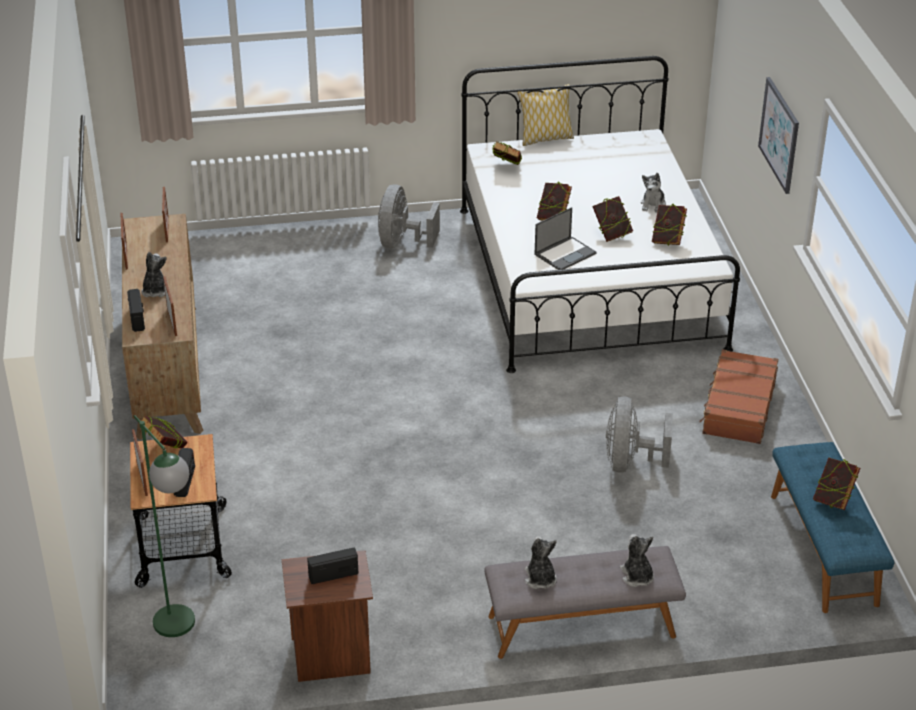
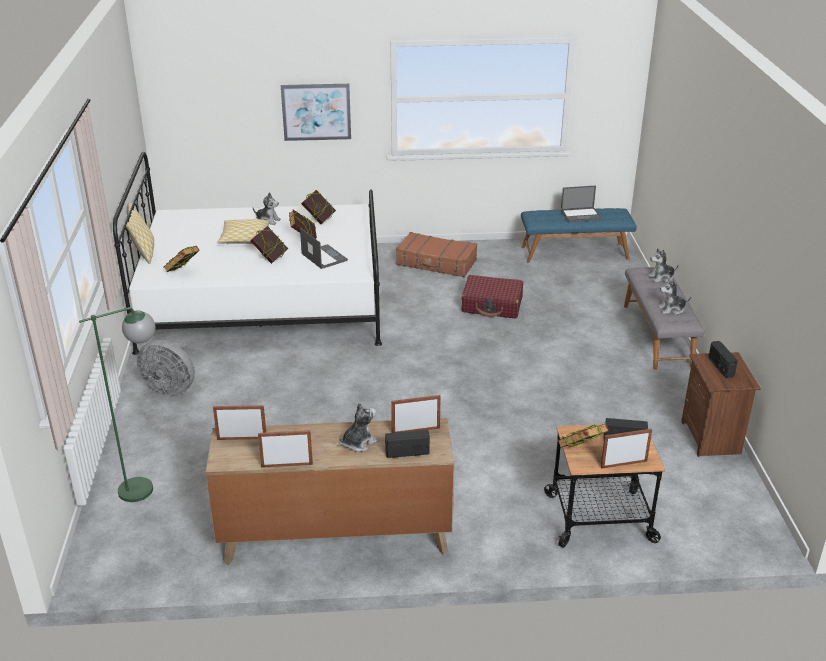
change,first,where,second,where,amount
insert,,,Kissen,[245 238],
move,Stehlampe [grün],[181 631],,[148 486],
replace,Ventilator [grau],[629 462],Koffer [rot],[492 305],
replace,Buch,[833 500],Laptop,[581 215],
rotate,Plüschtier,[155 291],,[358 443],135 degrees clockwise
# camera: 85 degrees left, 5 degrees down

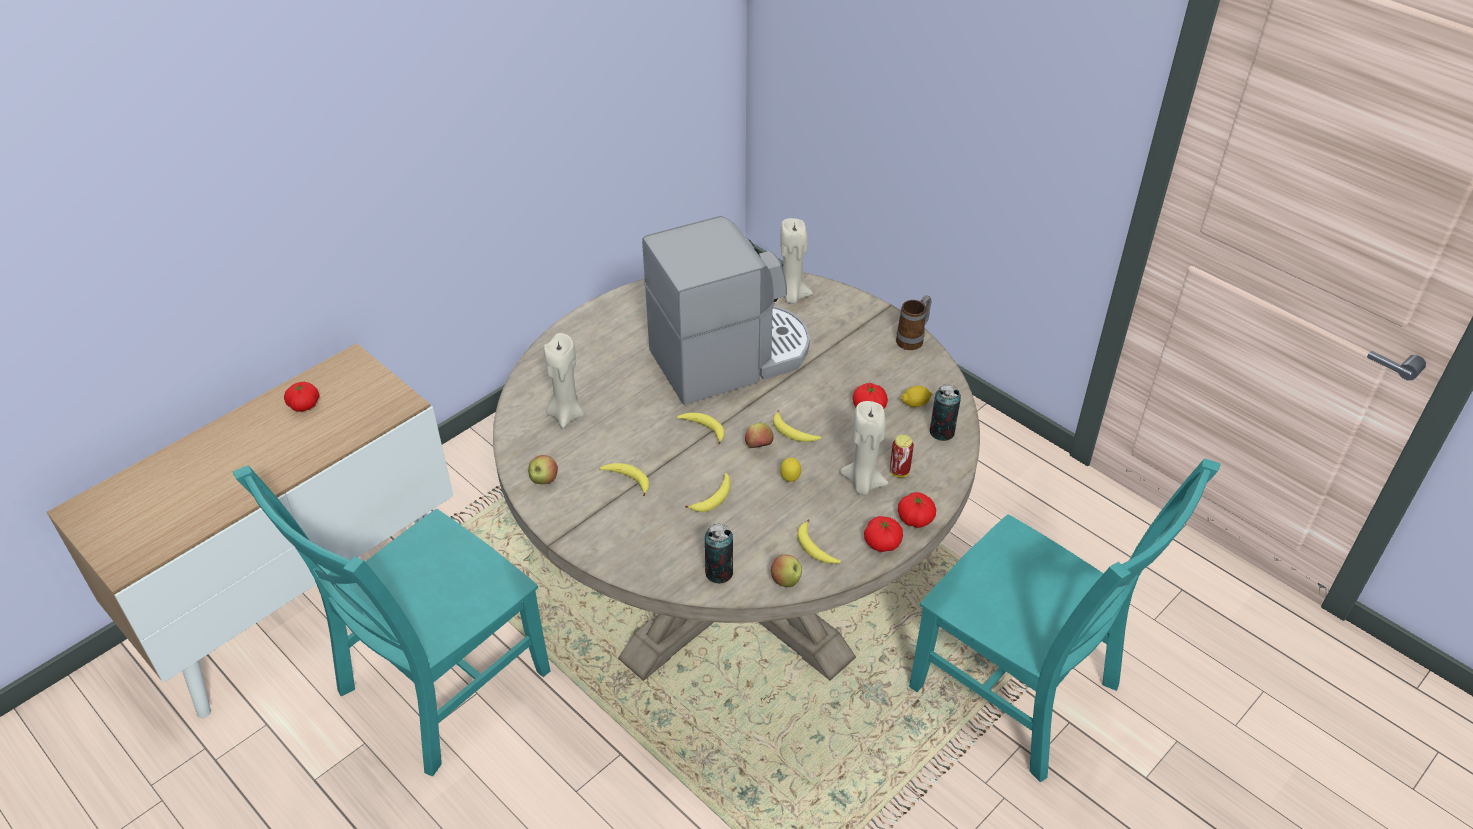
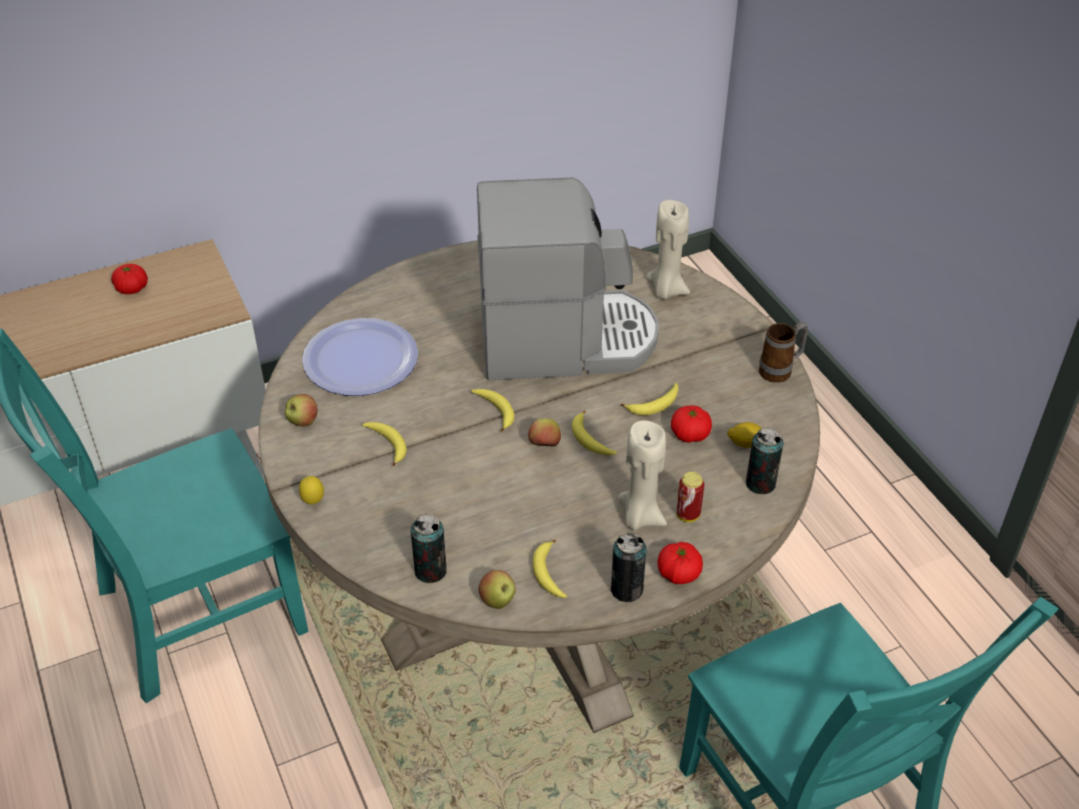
change,first,where,second,where,amount
move,Banane,[713 498],,[654 405],
move,Zitrone,[790 480],,[313 502],
replace,Kerze [beige],[566 414],Teller,[361 359],
replace,Tomate,[882 543],Dose,[626 589],
# camera: 20 degrees right, 0 degrees up

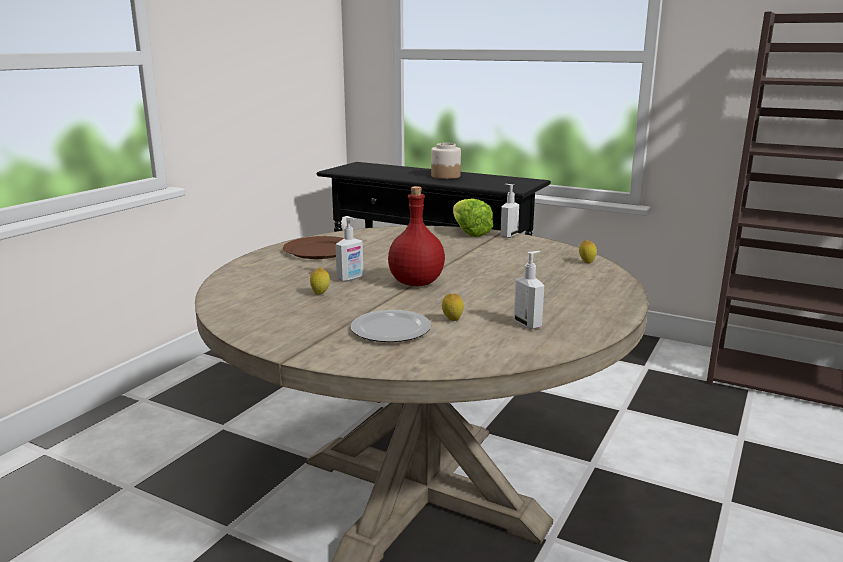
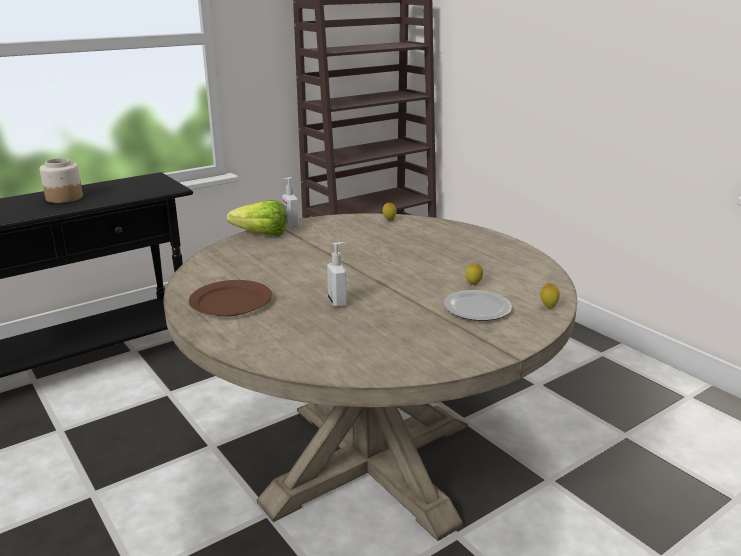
change,first,where,second,where,amount
delete,Flasche [rot],[415 283],,,
delete,Seifenspender,[528 324],,,
move,Zitrone,[320 294],,[548 306],
# camera: 65 degrees left, 5 degrees up

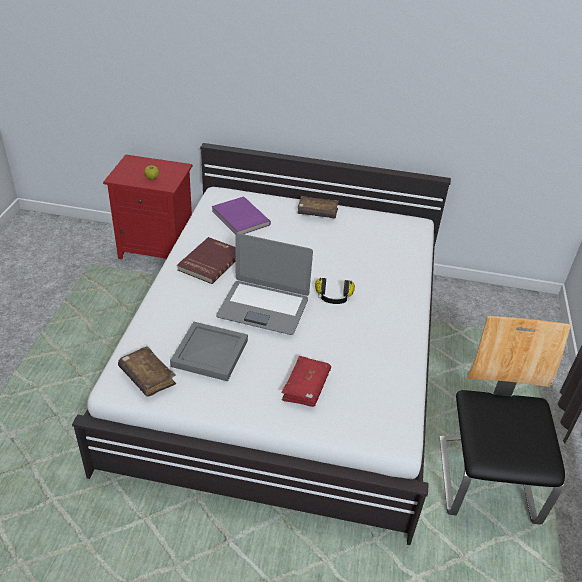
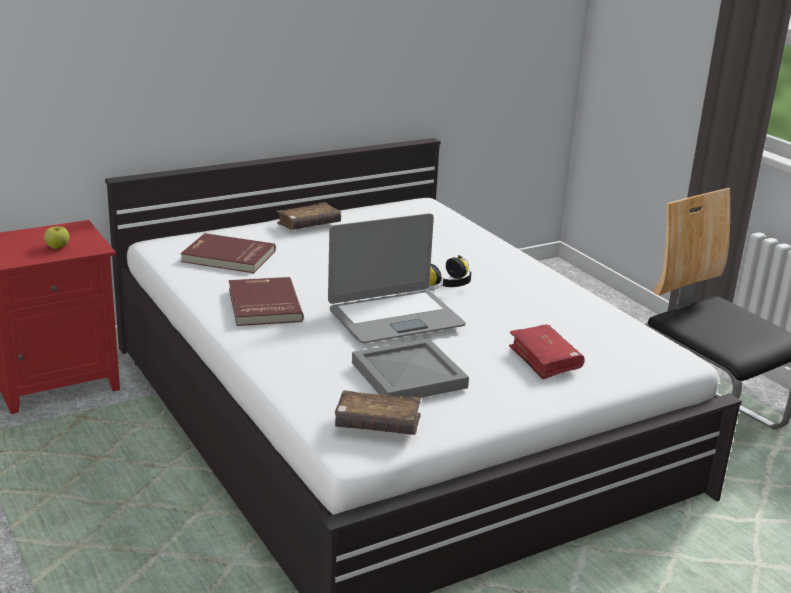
change,first,where,second,where,amount
recolor,Buch [lila],[239 218],Buch [rot],[228 257],
# camera: 40 degrees left, 15 degrees down

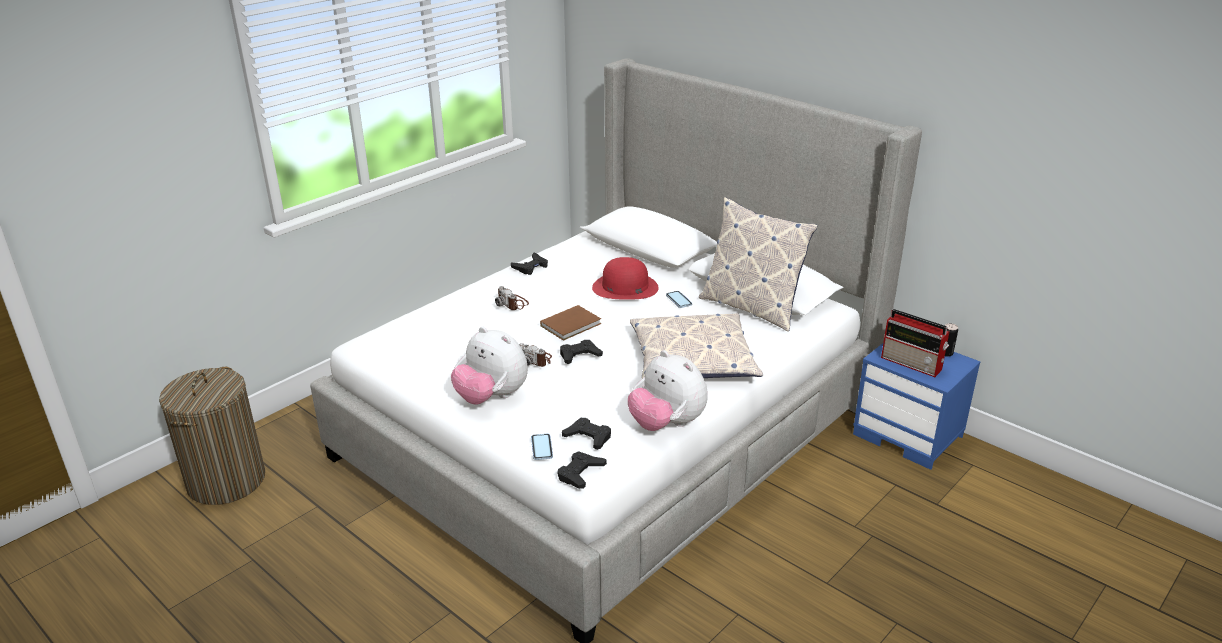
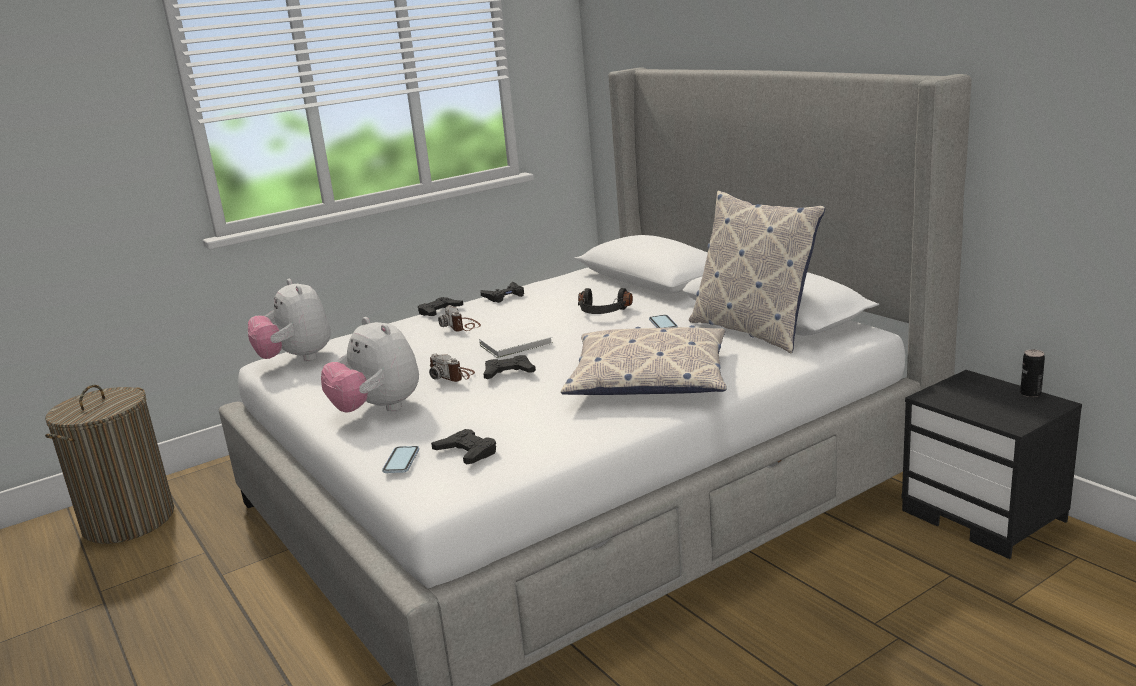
change,first,where,second,where,amount
delete,Radio,[913 364],,,
move,Gamepad [schwarz],[580 473],,[439 311],
move,Plüschtier,[666 424],,[297 359],
replace,Hut [rot],[625 287],Kopfhörer [schwarz],[602 312],
recolor,Buch [braun],[572 324],Buch [weiß],[518 344],
recolor,Nachttisch [blau],[909 435],Nachttisch [schwarz],[985 516],
# camera: 15 degrees right, 10 degrees down

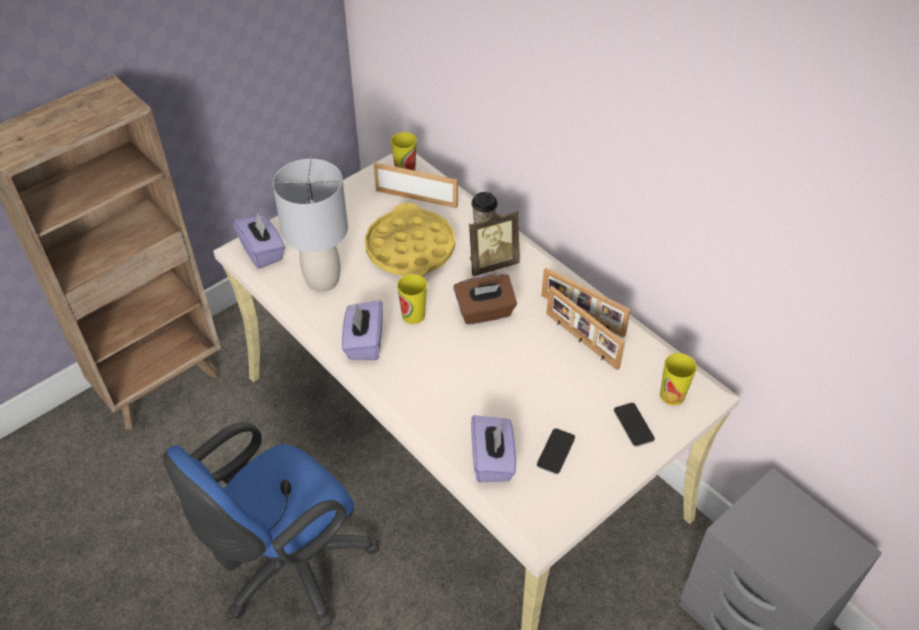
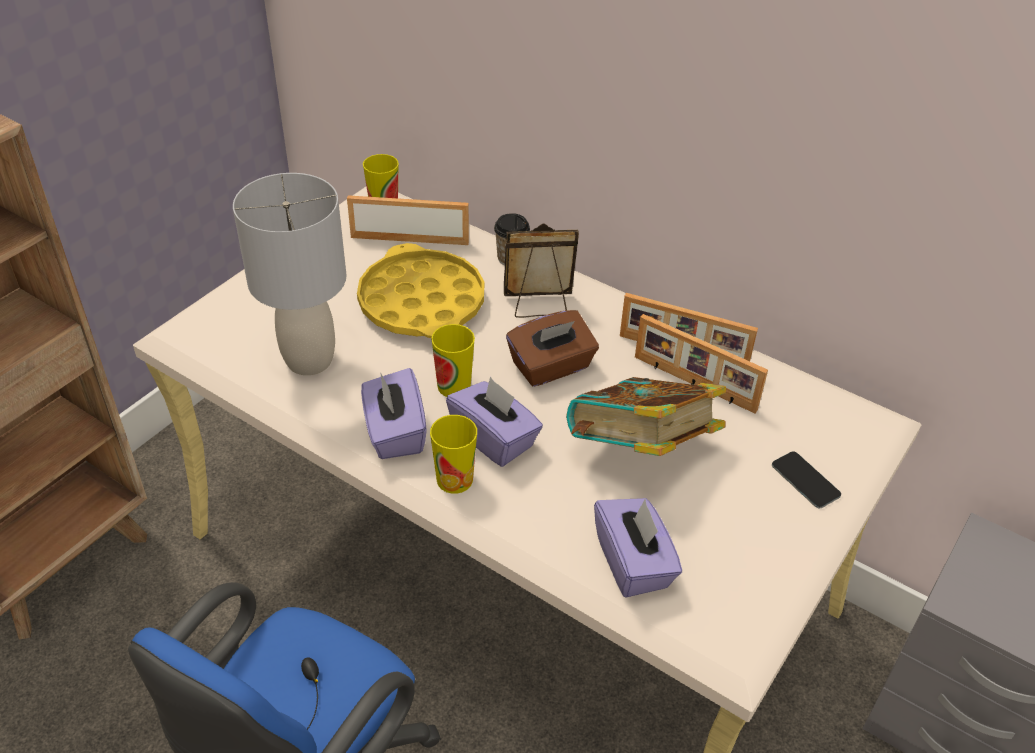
change,first,where,second,where,amount
delete,Handy,[556 451],,,
insert,,,Buch,[640 452],
move,Taschentuchbox [lila],[262 251],,[494 439],
move,Tasse,[672 395],,[454 479],
rotate,Bilderrahmen,[491 263],,[539 306],150 degrees counterclockwise
# camera: 15 degrees left, 5 degrees down

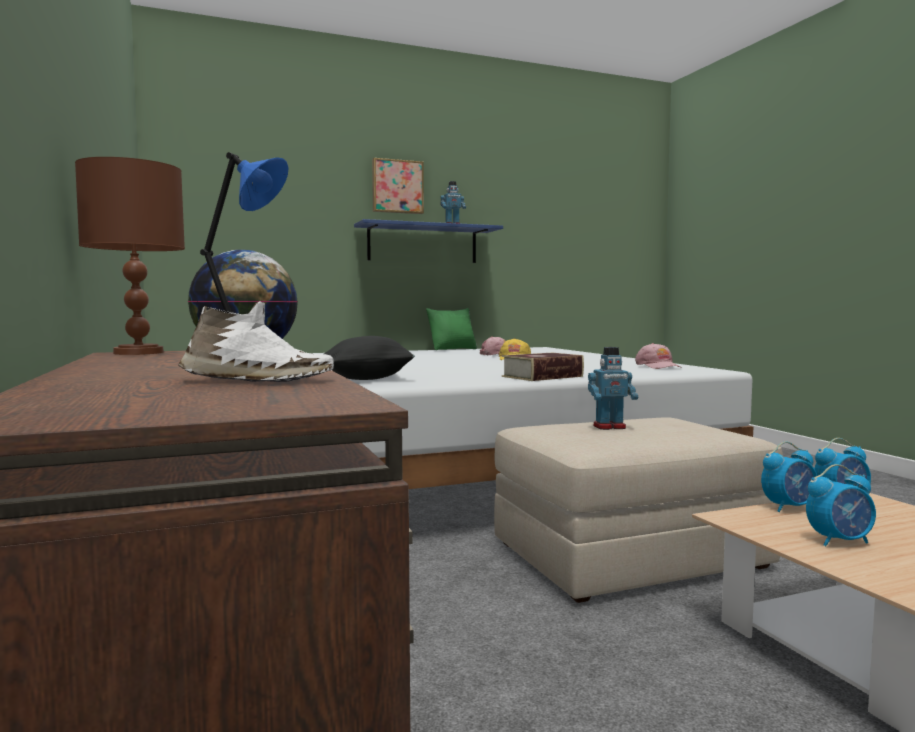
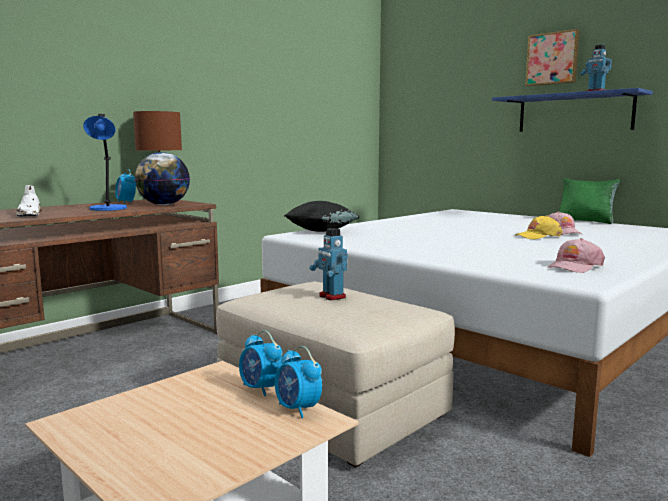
change,first,where,second,where,amount
delete,Buch,[542 376],,,
move,Wecker,[840 541],,[126 202],
# camera: 65 degrees right, 5 degrees up

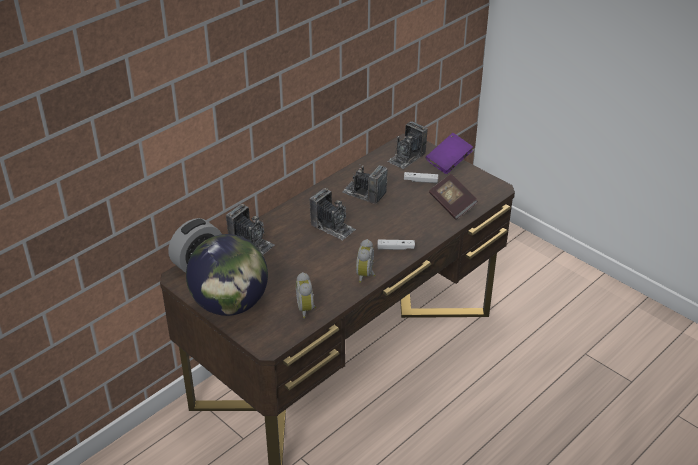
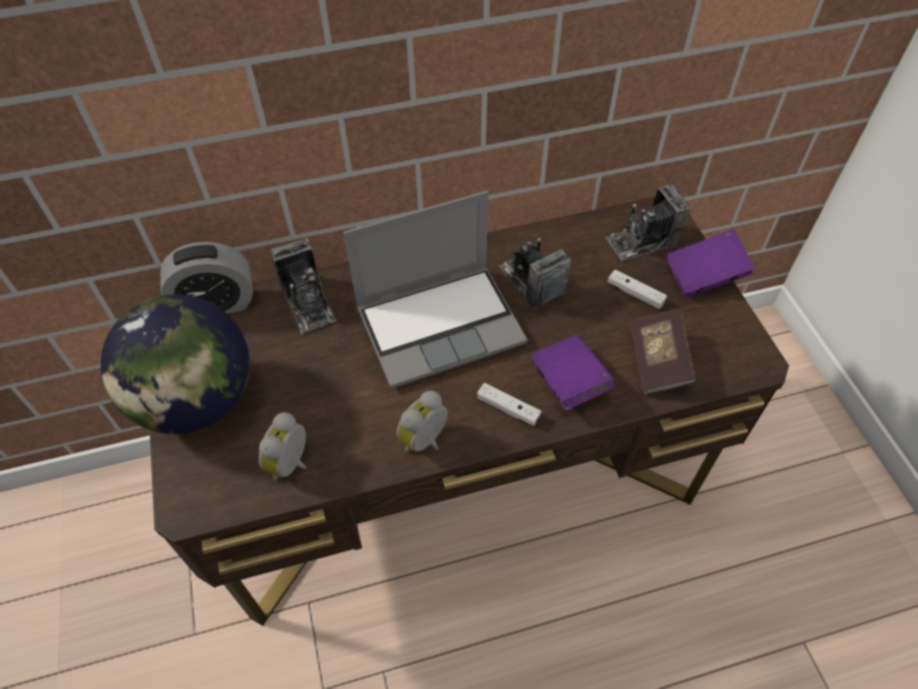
change,first,where,second,where,amount
insert,,,Buch [lila],[569 383],
replace,Kamera,[332 227],Laptop,[441 324],
# camera: 30 degrees right, 15 degrees up

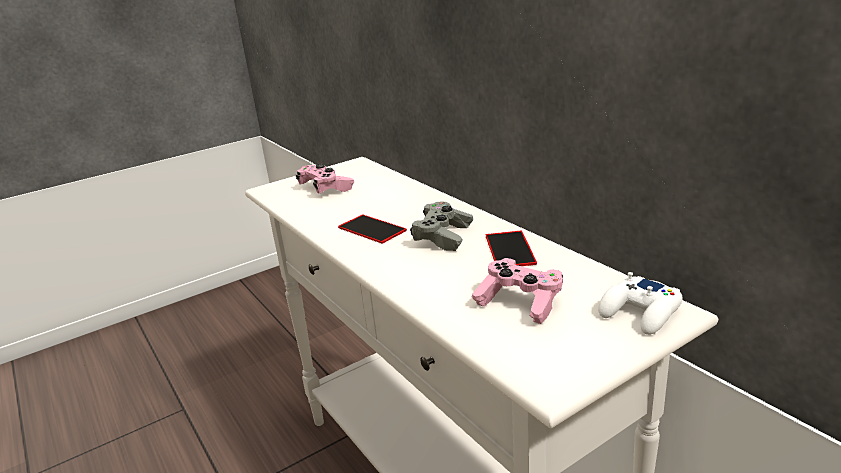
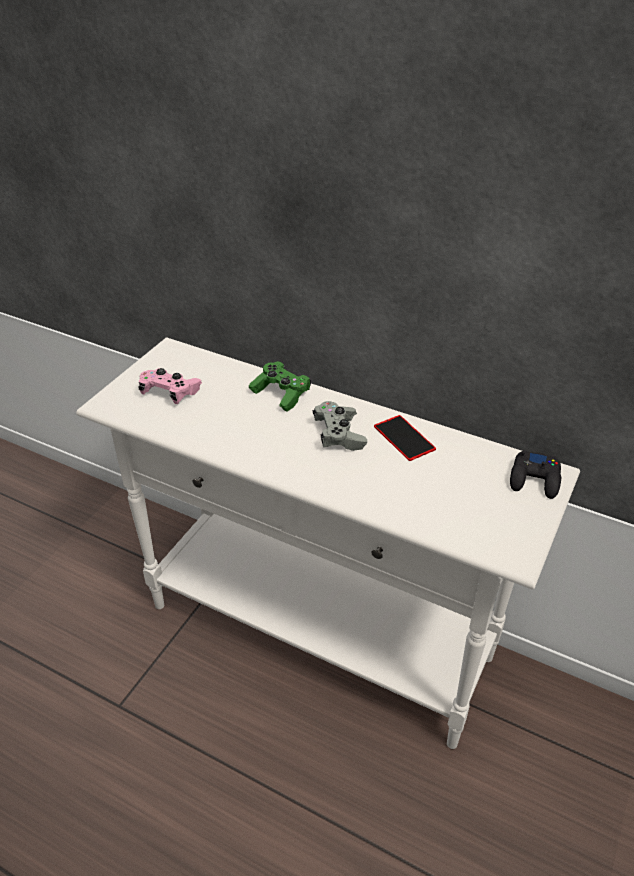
change,first,where,second,where,amount
delete,Handy,[371 229],,,
delete,Gamepad [rosa],[520 302],,,
insert,,,Gamepad [grün],[281 394],
recolor,Gamepad [weiß],[640 312],Gamepad [schwarz],[535 479],
# camera: 30 degrees left, 15 degrees up

